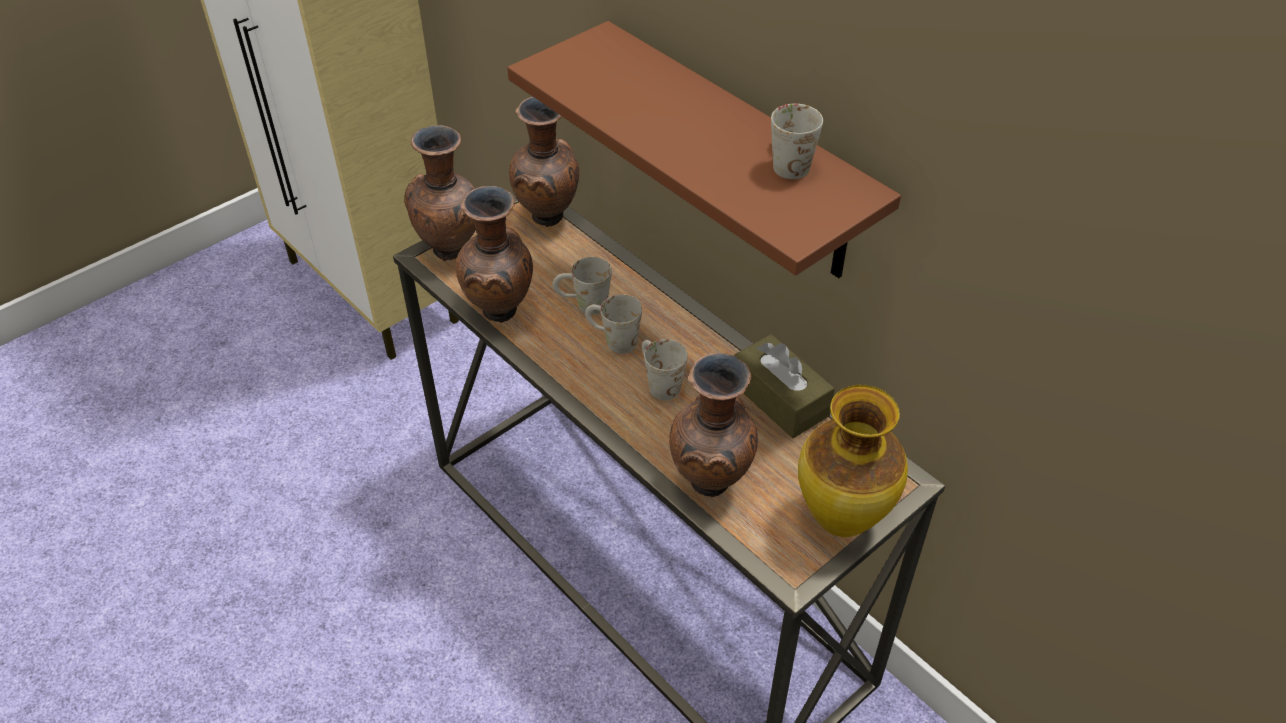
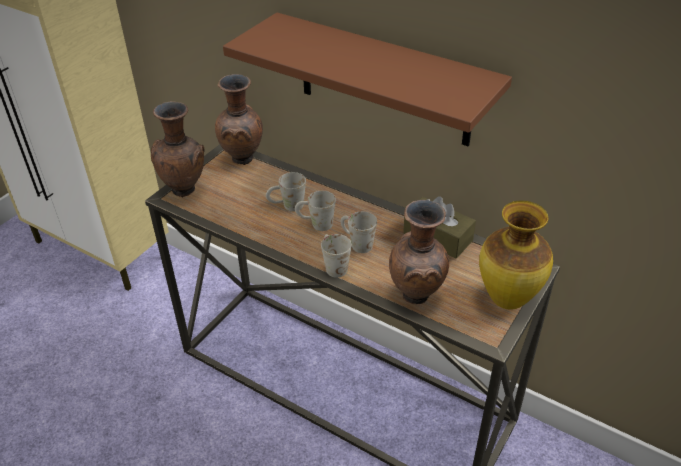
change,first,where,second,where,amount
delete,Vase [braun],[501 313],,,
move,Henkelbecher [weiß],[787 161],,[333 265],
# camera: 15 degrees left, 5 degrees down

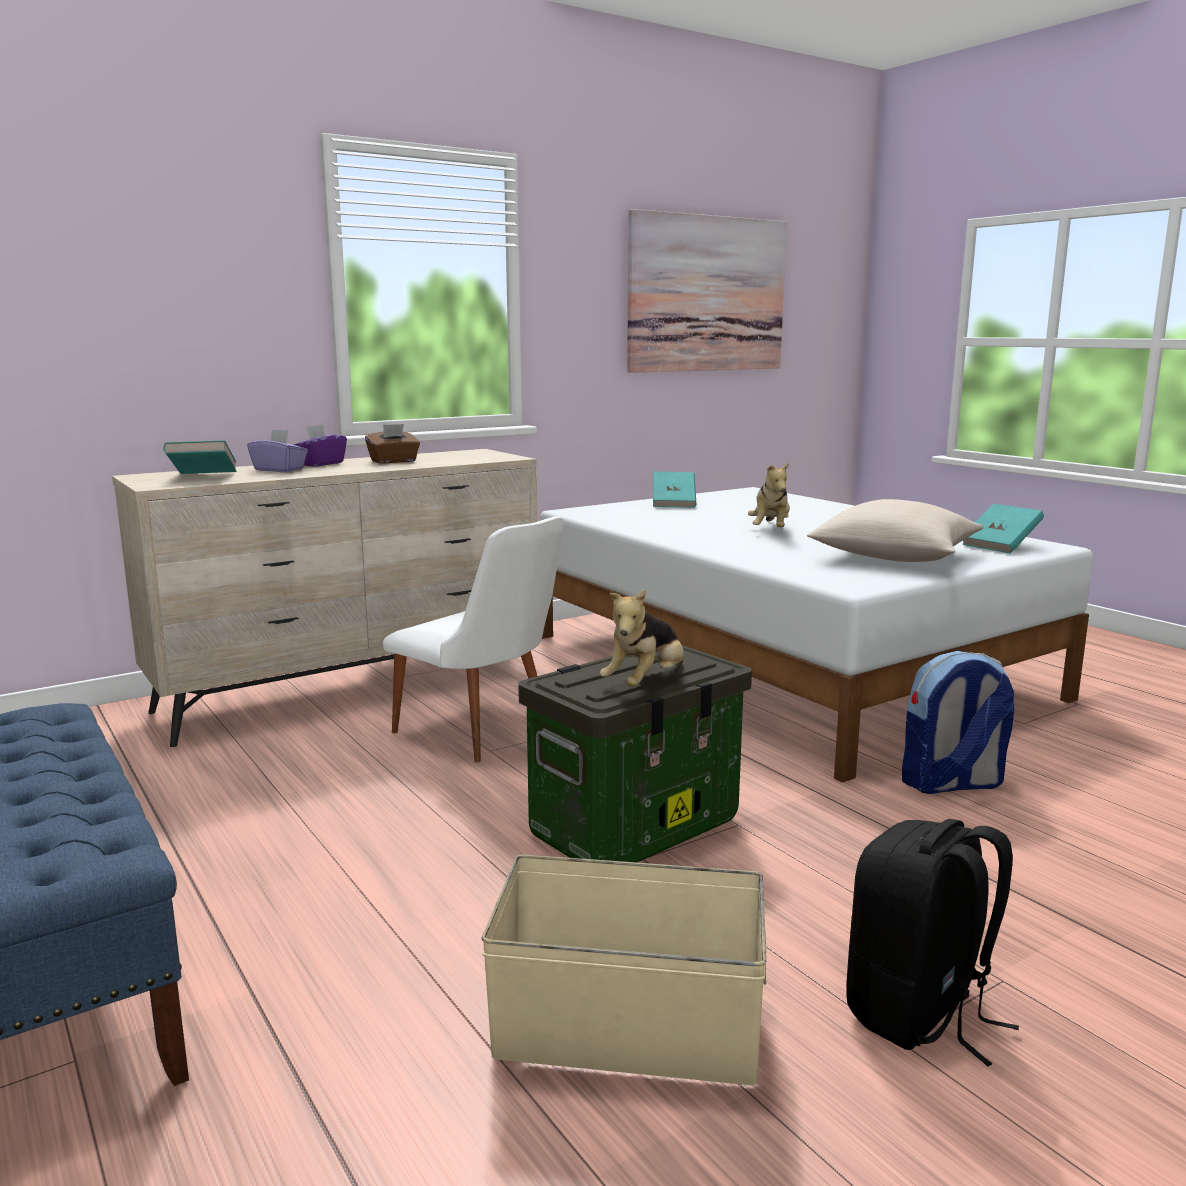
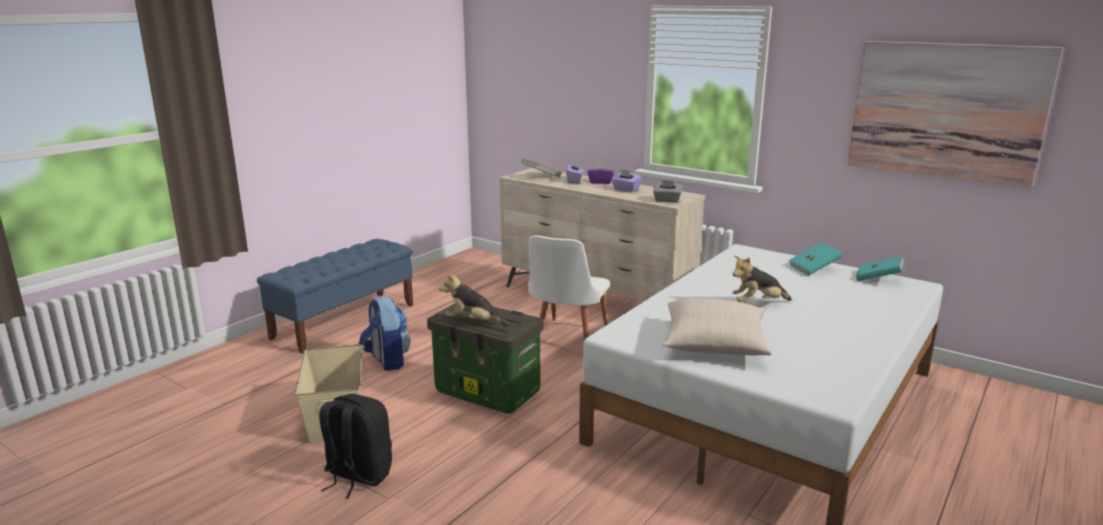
change,first,where,second,where,amount
insert,,,Taschentuchbox [grau],[666 200],
move,Rucksack,[951 784],,[387 361],
move,Buch [türkis],[1000 545],,[878 279],
recolor,Taschentuchbox [braun],[393 461],Taschentuchbox [lila],[625 189],
# camera: 70 degrees right, 5 degrees up

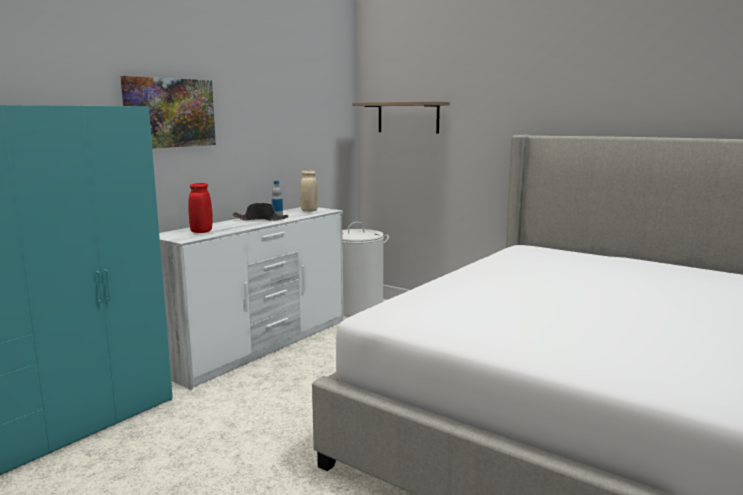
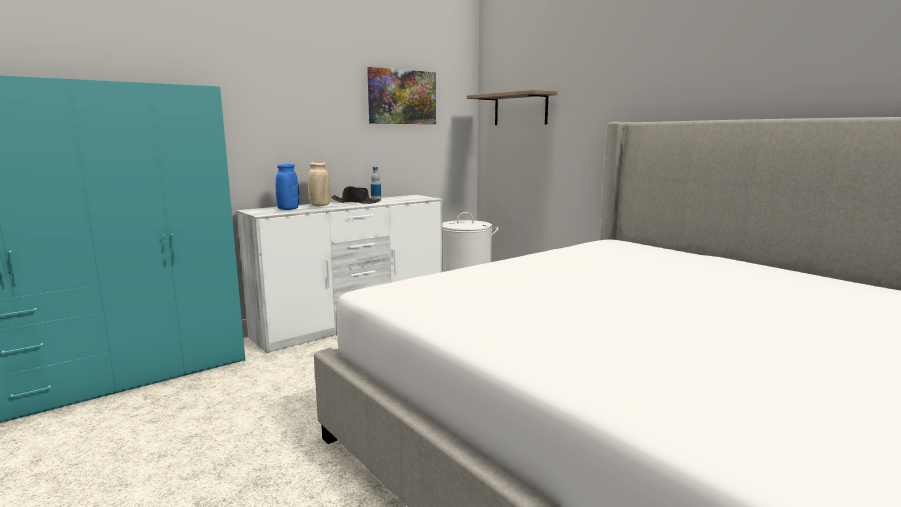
change,first,where,second,where,amount
move,Bild,[169 113],,[402 97],
move,Vase [beige],[309 211],,[320 205],
recolor,Vase [rot],[201 232],Vase [blau],[288 209],
# camera: 15 degrees right, 0 degrees up

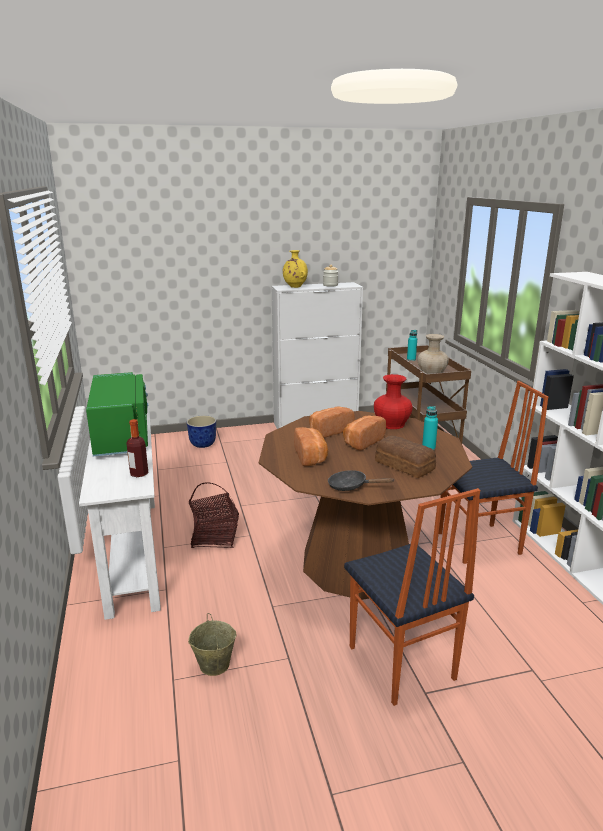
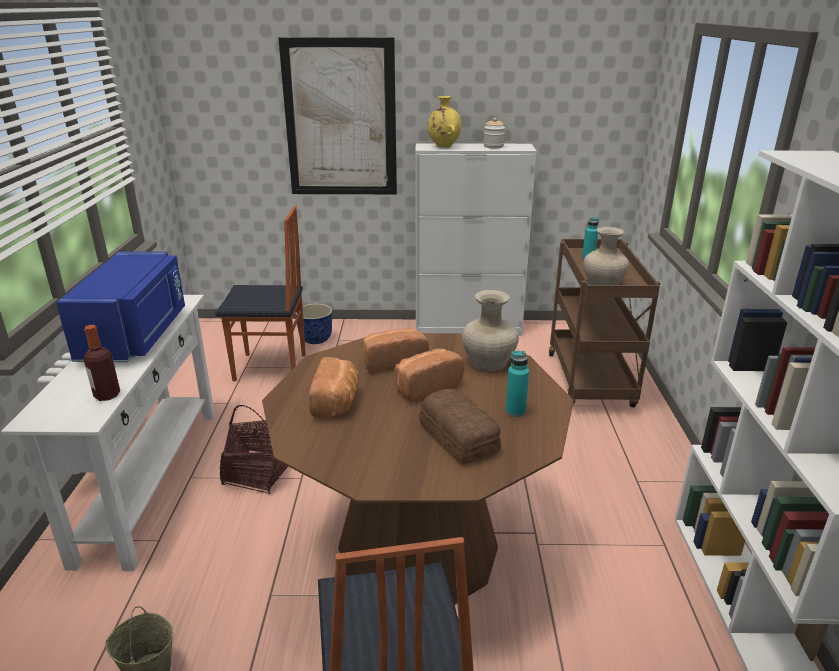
change,first,where,second,where,amount
delete,Pfanne [schwarz],[351 486],,,
insert,,,Bild,[340 119],
move,Stuhl,[480 544],,[271 368],
recolor,Mikrowelle [grün],[123 436],Mikrowelle [blau],[137 335],
recolor,Vase [rot],[391 424],Vase [beige],[488 362],
# camera: 15 degrees right, 5 degrees up

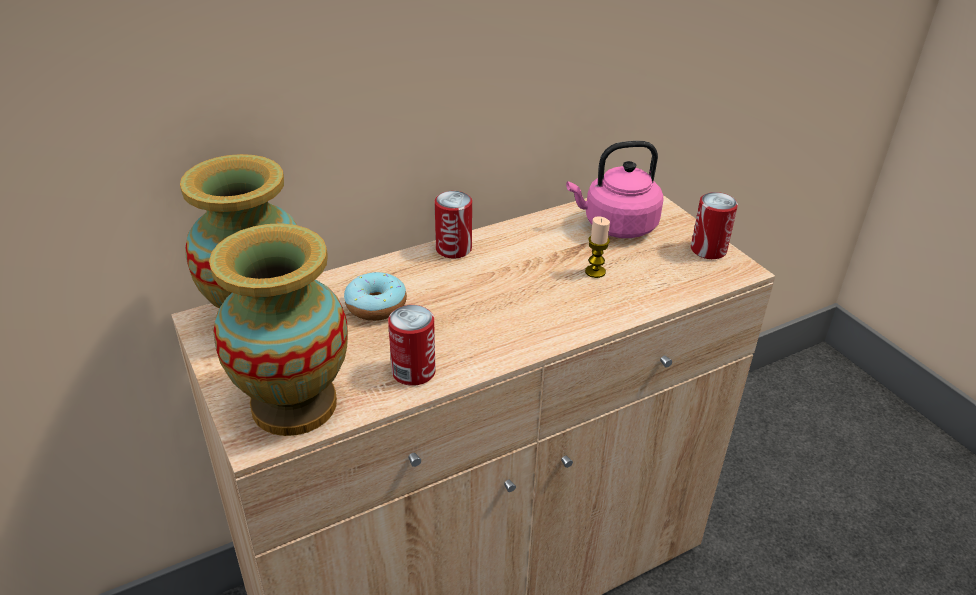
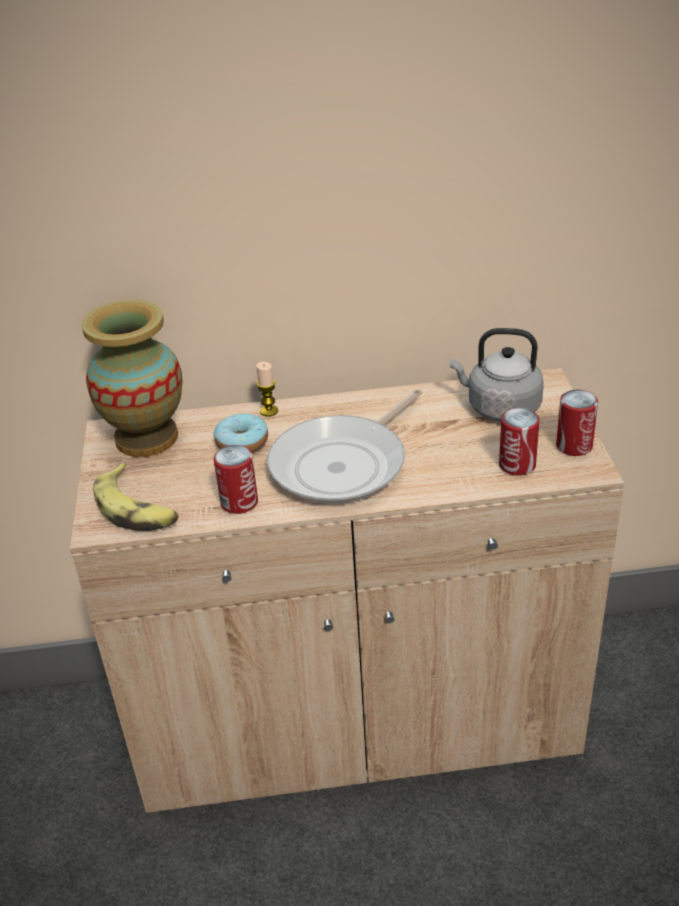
change,first,where,second,where,amount
insert,,,Pfanne,[344 464],
move,Dose,[453 249],,[517 465],
move,Kerze,[595 272],,[269 411],
replace,Vase,[295 405],Banane,[137 509],
recolor,Wasserkessel [rosa],[616 226],Wasserkessel [grau],[499 408],
# camera: 25 degrees right, 0 degrees up

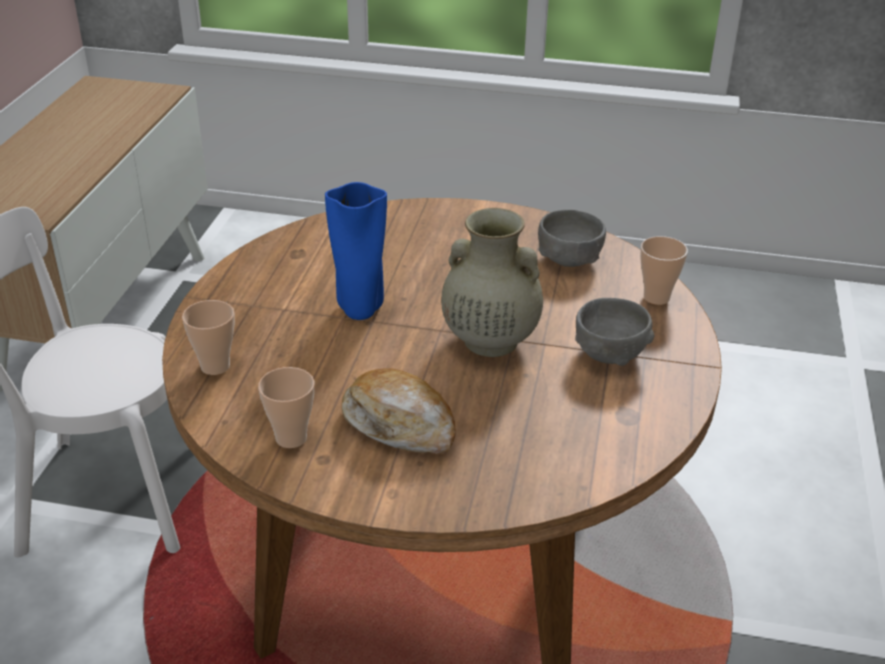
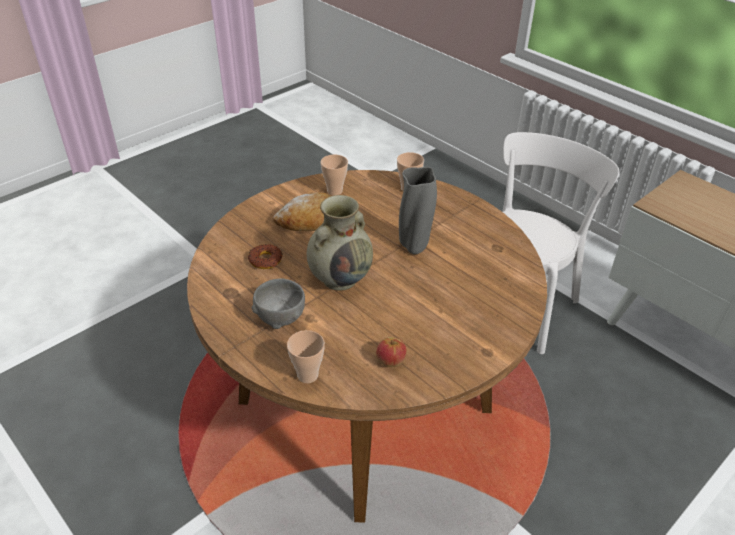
change,first,where,second,where,amount
insert,,,Donut,[265 260],
replace,Schüssel [grau],[569 259],Apfel,[390 360],
recolor,Vase [blau],[359 310],Vase [grau],[414 246],
# camera: 125 degrees right, 5 degrees up

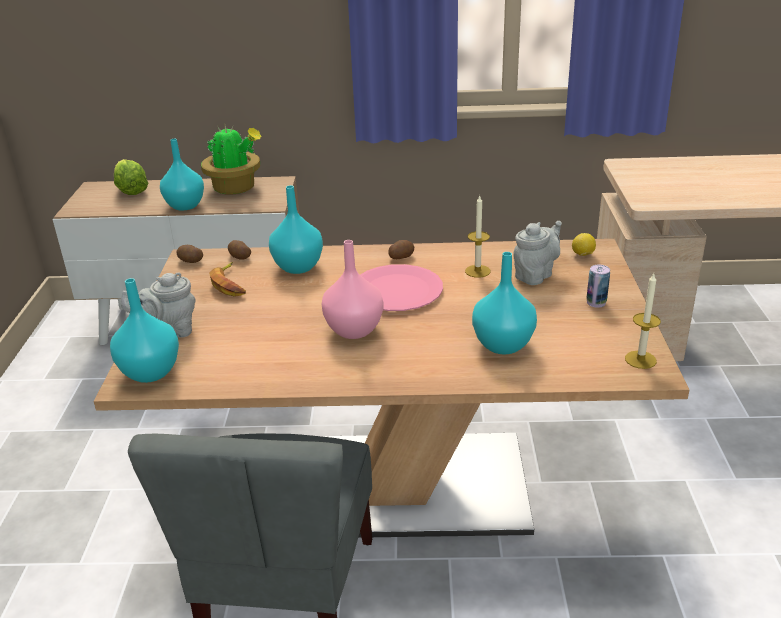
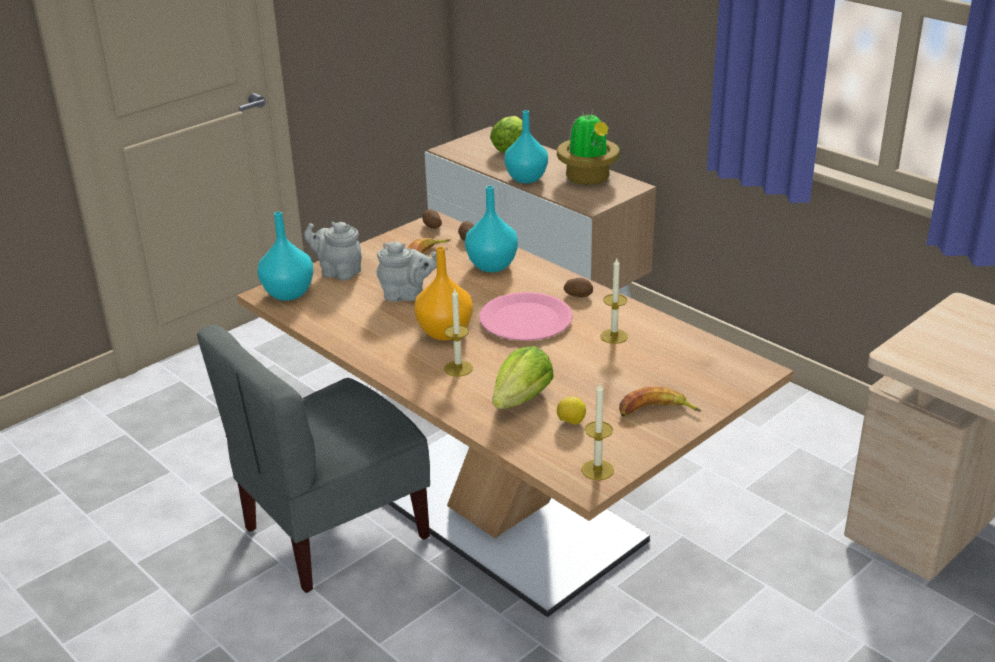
change,first,where,second,where,amount
insert,,,Kerze,[458 368],
move,Teekanne [grau],[535 275],,[407 295],
move,Zitrone,[583 255],,[571 422],
replace,Vase [türkis],[503 344],Salatkopf,[522 399],
replace,Dose,[596 302],Banane,[656 411],
recolor,Vase [rosa],[353 331],Vase [orange],[443 332],
# camera: 45 degrees right, 0 degrees up

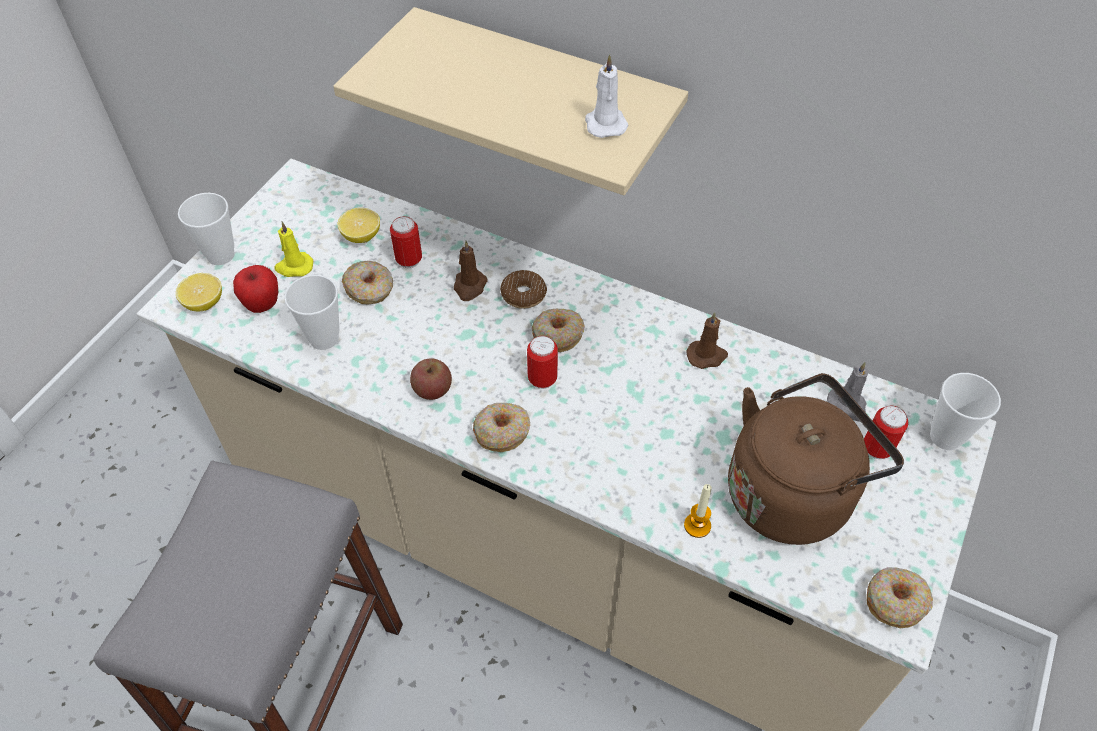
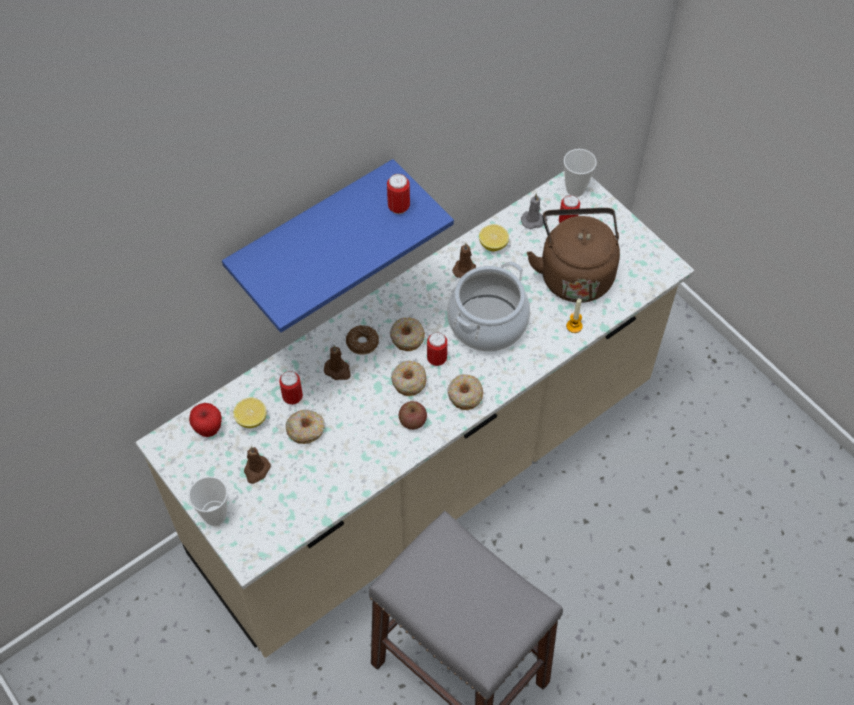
change,first,where,second,where,amount
delete,Tasse,[324 338],,,
insert,,,Kochtopf,[488 323],
move,Zitrone,[204 303],,[493 244],
move,Apfel,[262 305],,[208 429],
move,Donut,[895 601],,[408 381],
replace,Kerze [weiß],[605 123],Dose,[398 207],
recolor,Kerze [gelb],[294 267],Kerze [braun],[256 470],
recolor,Wandregal [beige],[545 97],Wandregal [blau],[312 233],
# camera: 65 degrees left, 5 degrees up

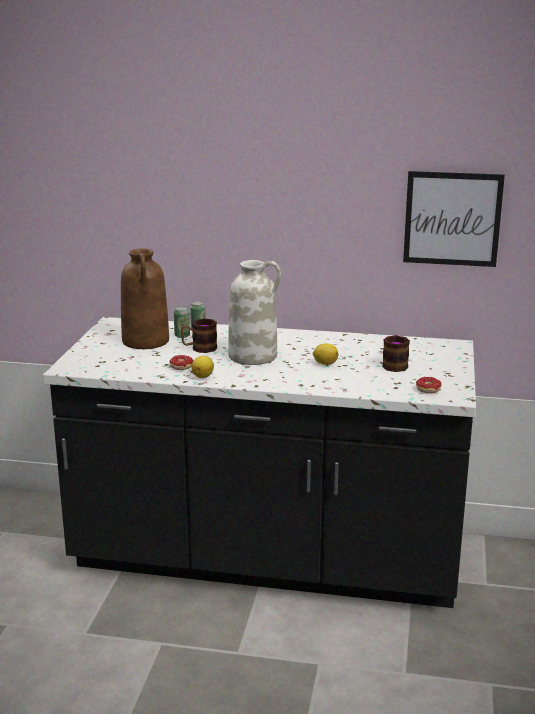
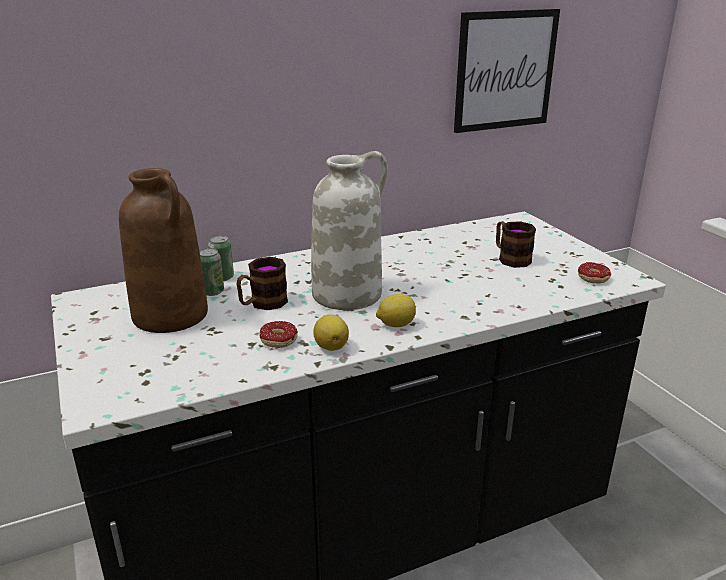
change,first,where,second,where,amount
move,Zitrone,[325 363],,[395 325],
# camera: 35 degrees left, 5 degrees up

